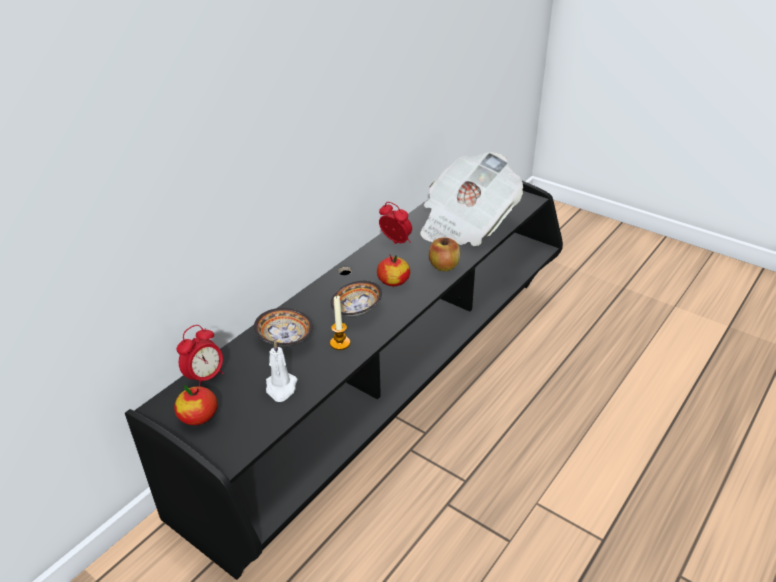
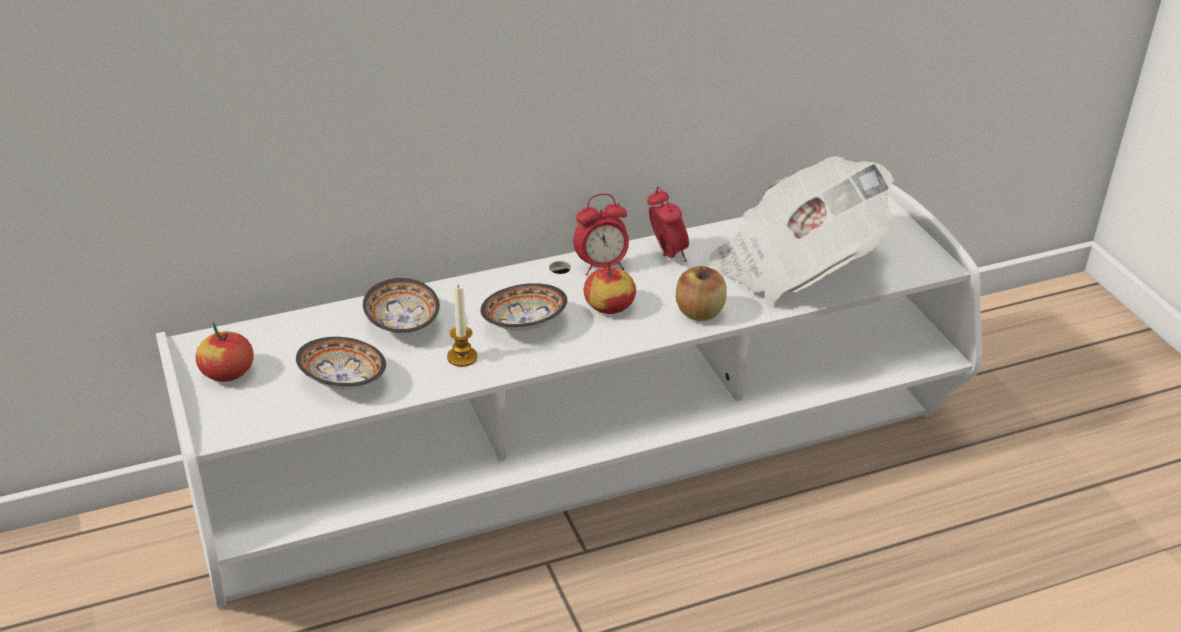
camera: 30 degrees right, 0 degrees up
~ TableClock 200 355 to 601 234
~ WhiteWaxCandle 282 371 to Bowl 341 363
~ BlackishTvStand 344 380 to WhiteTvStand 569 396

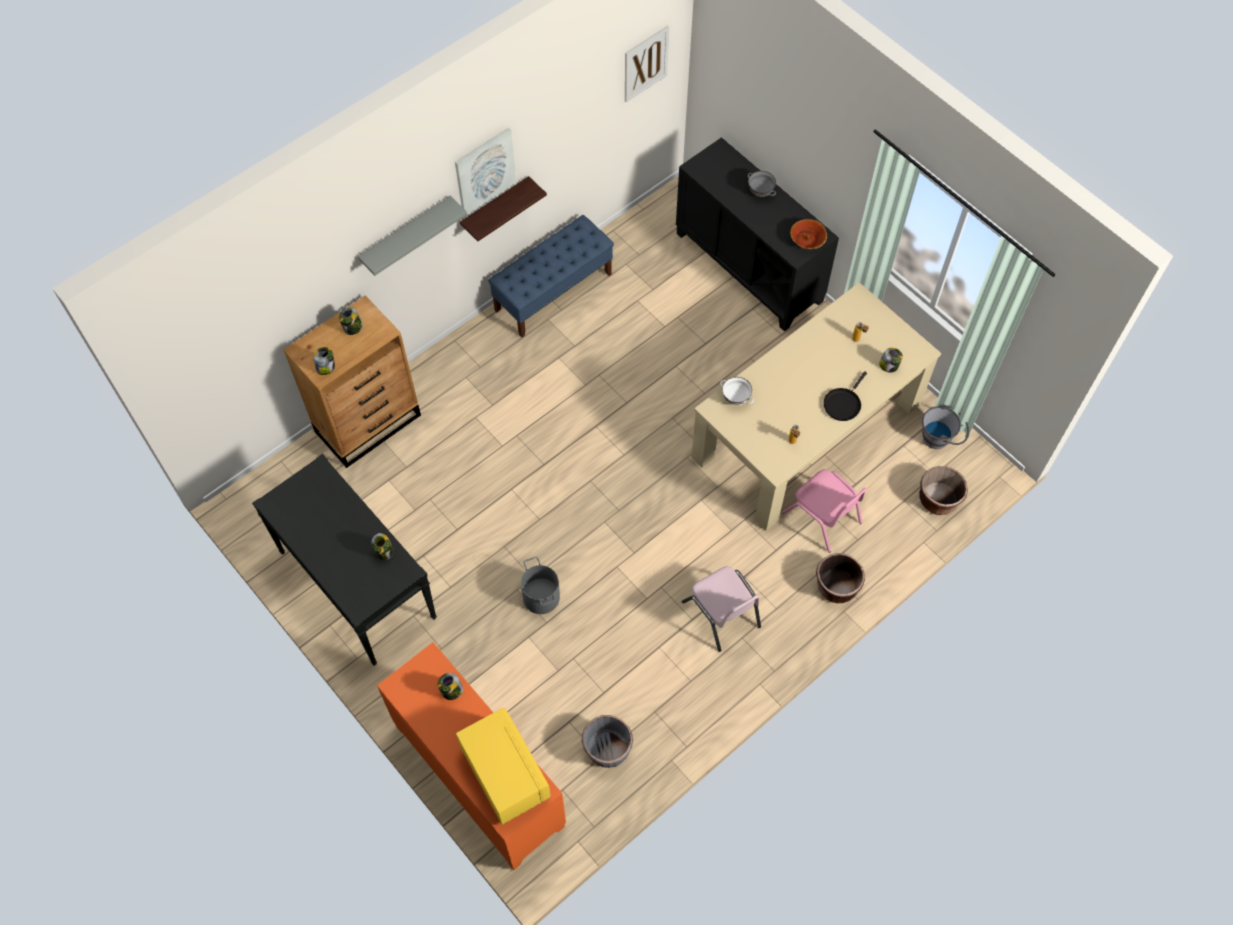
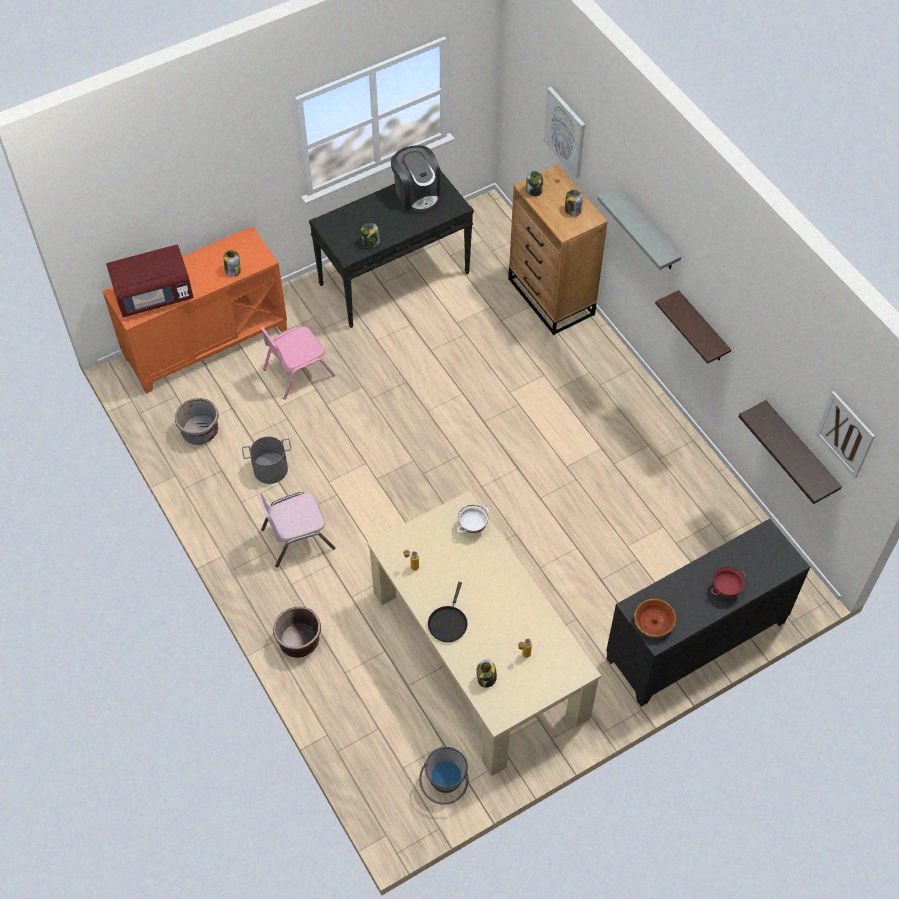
camera: 100 degrees right, 5 degrees down
- BlueColouredBench 551 276
- BrownPlanter 943 490
+ CoffeeMaker 415 178
+ Shelf 790 452
~ WallArt 485 172 to 564 133
~ GreyishPail 540 585 to 266 460
~ PinkChair 824 511 to 298 363
~ YellowColouredKitchenMicrowave 503 766 to ReddishKitchenMicrowave 149 281
~ GreyishBowl 762 184 to ReddishBowl 728 582
~ BlackishSkillet 845 396 = 447 612 120 degrees counterclockwise

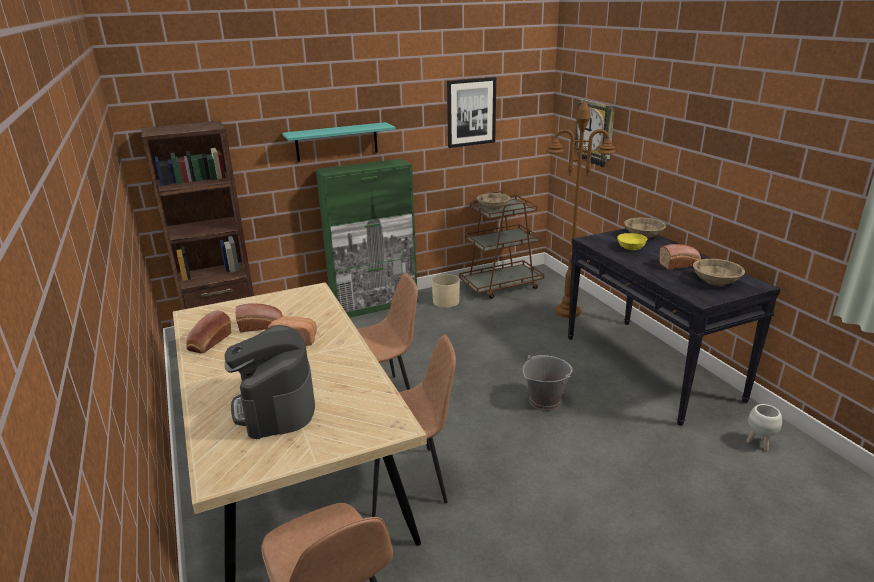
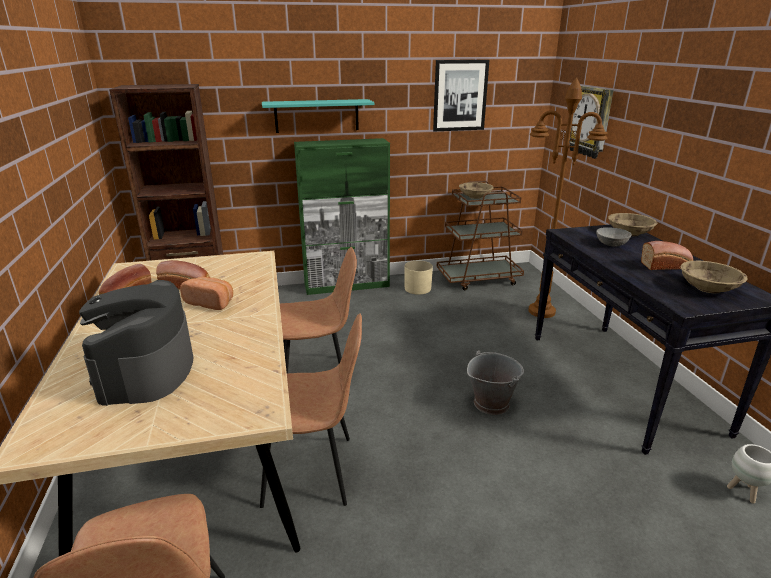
camera: 10 degrees right, 0 degrees up
~ YellowColouredBowl 632 241 to GreyishBowl 614 237

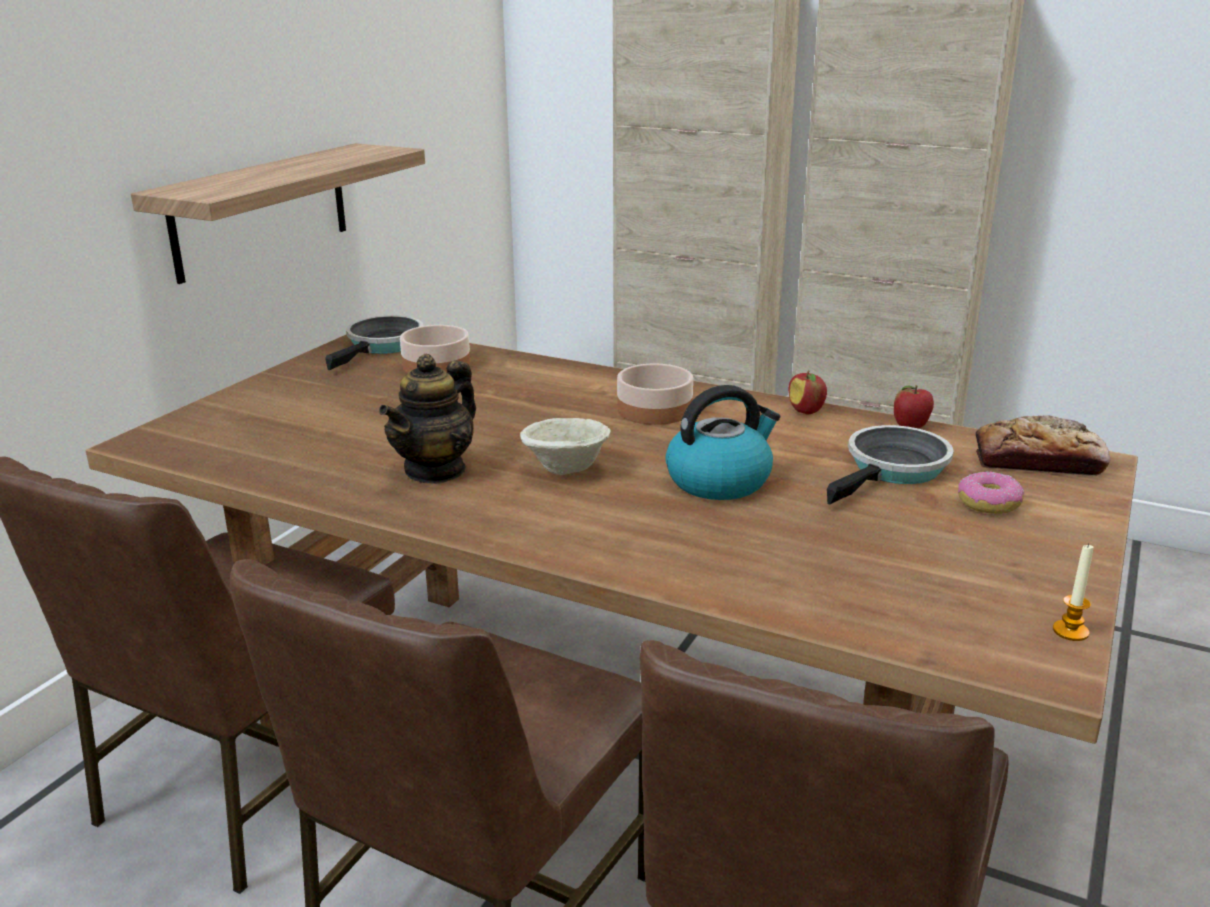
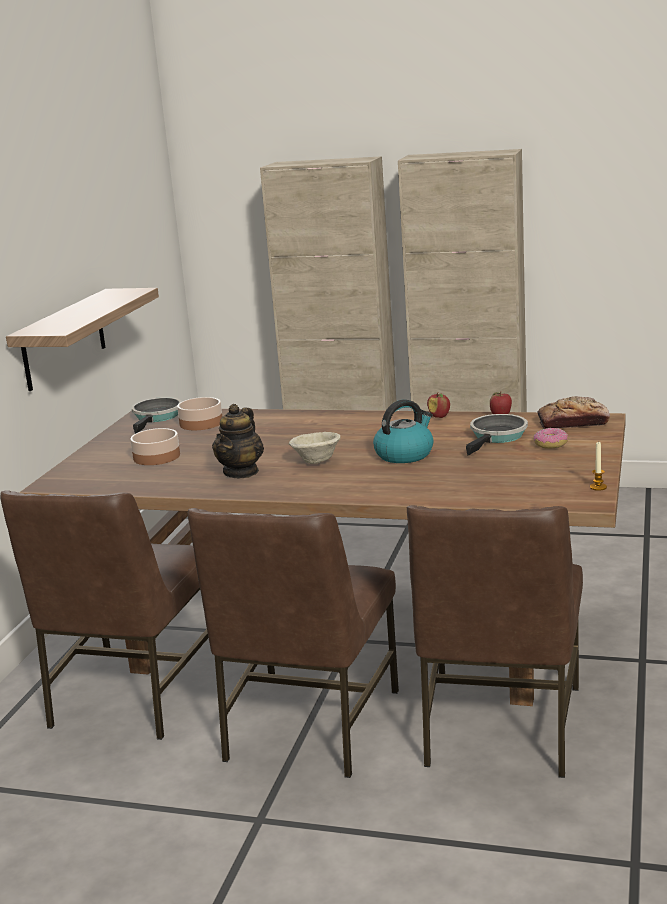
camera: 10 degrees left, 5 degrees down
~ Bowl 655 394 to 155 446

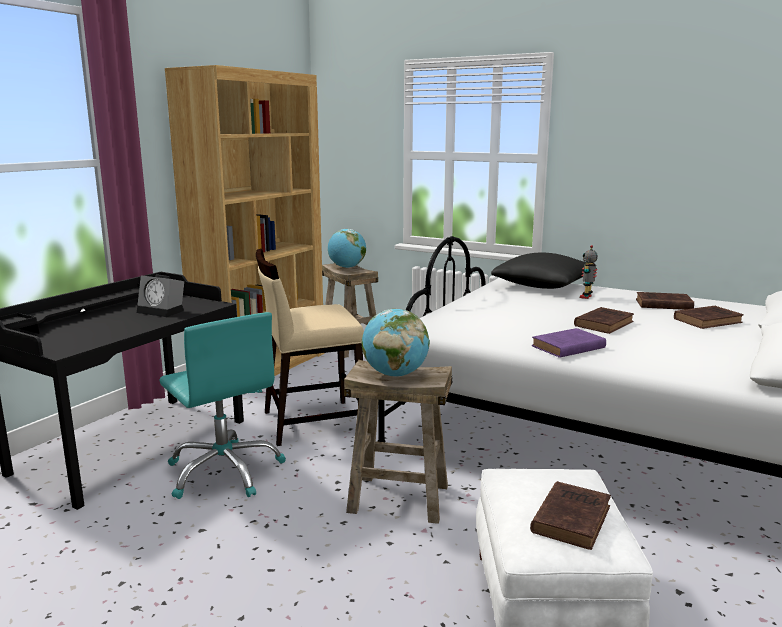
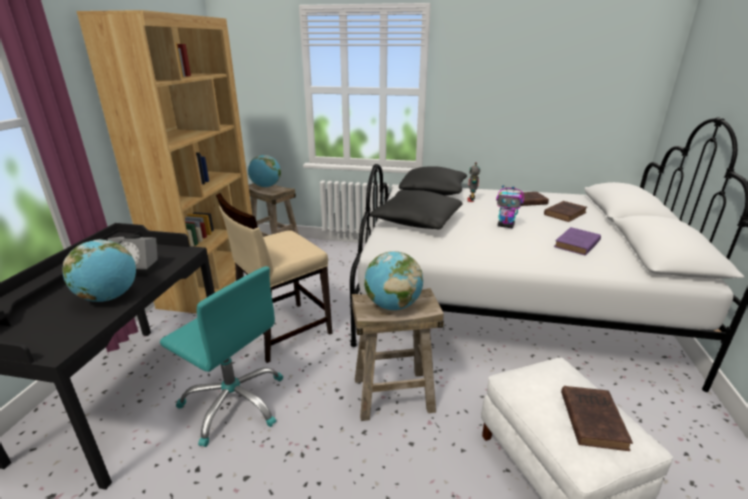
camera: 20 degrees left, 10 degrees up
+ DeskGlobe 99 270
+ BlackishThrowPillow 416 209
~ PurpleColouredVolume 569 343 to 577 241
~ BrownVolume 604 320 to ModelRobot 510 206

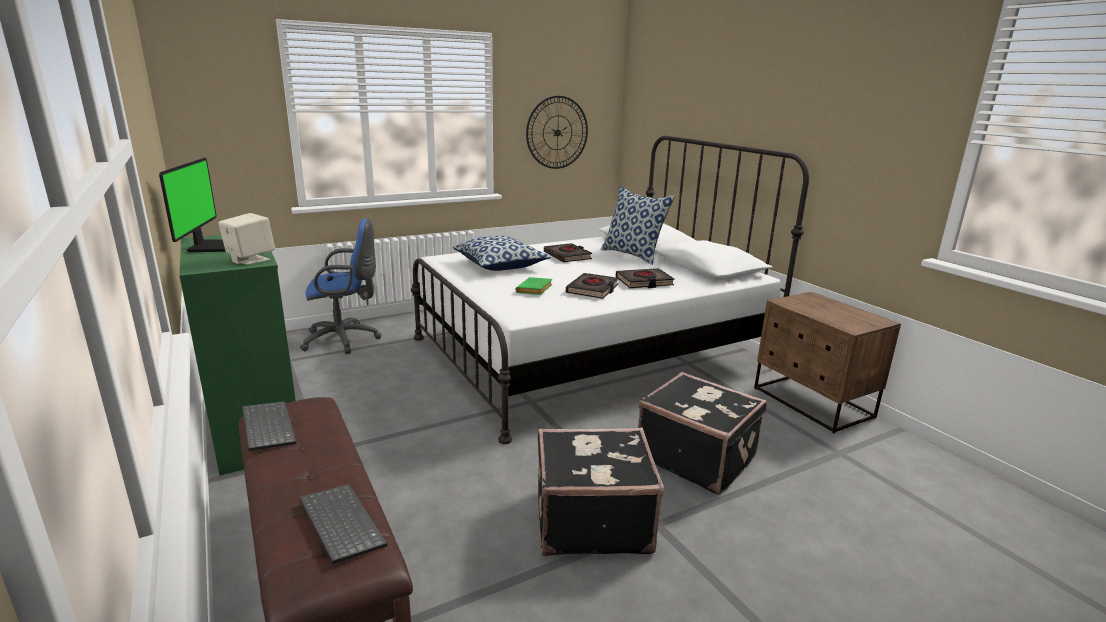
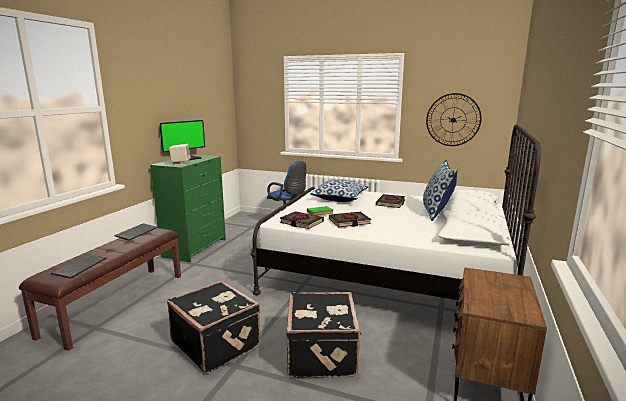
camera: 50 degrees right, 5 degrees down
~ BlackishVolume 645 278 to 302 220

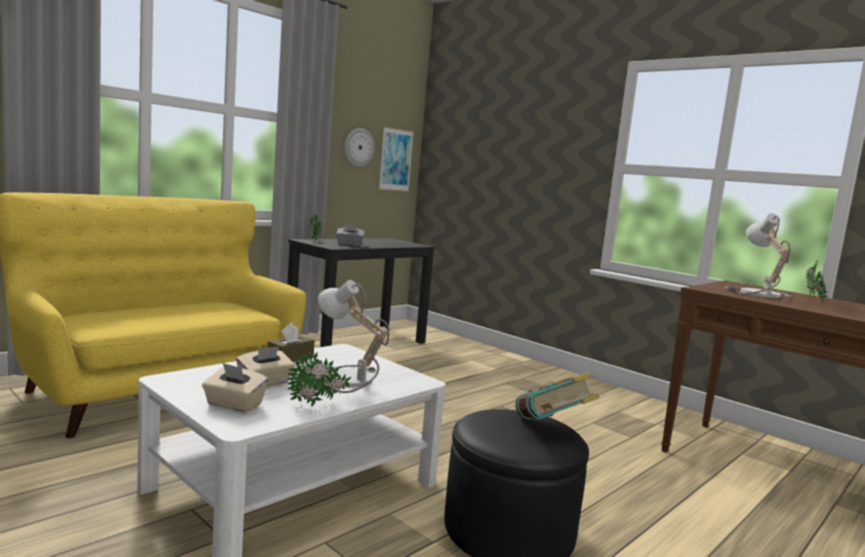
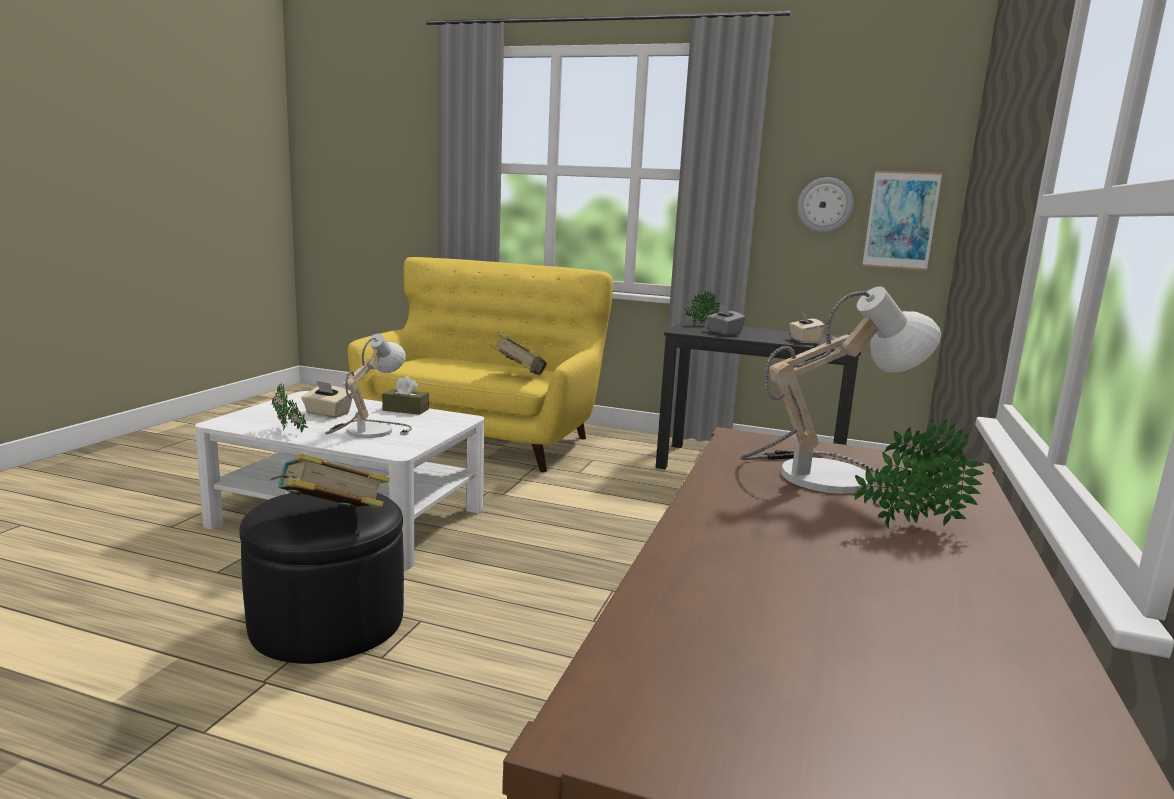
camera: 65 degrees right, 5 degrees up
+ Volume 518 353
~ SandColouredTissueHolder 235 388 to 807 327

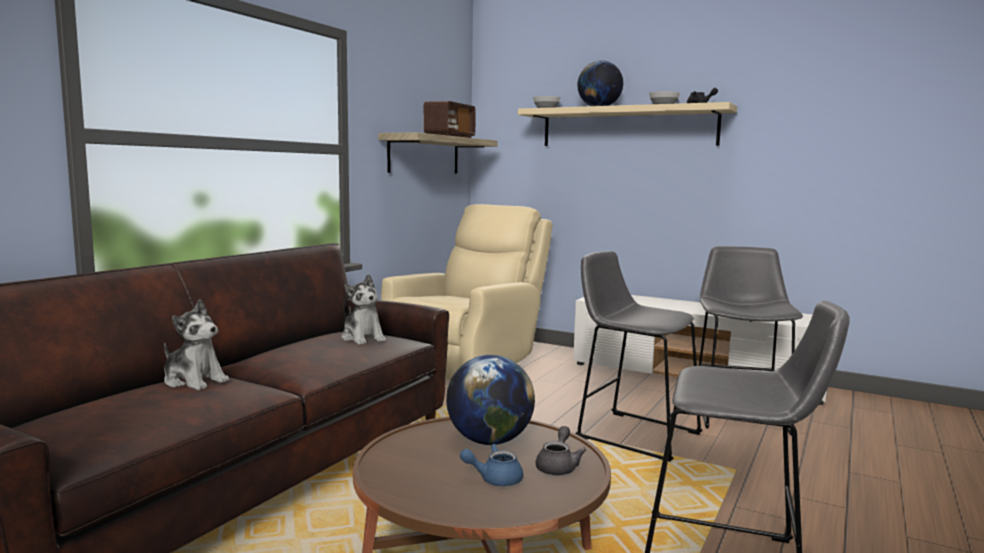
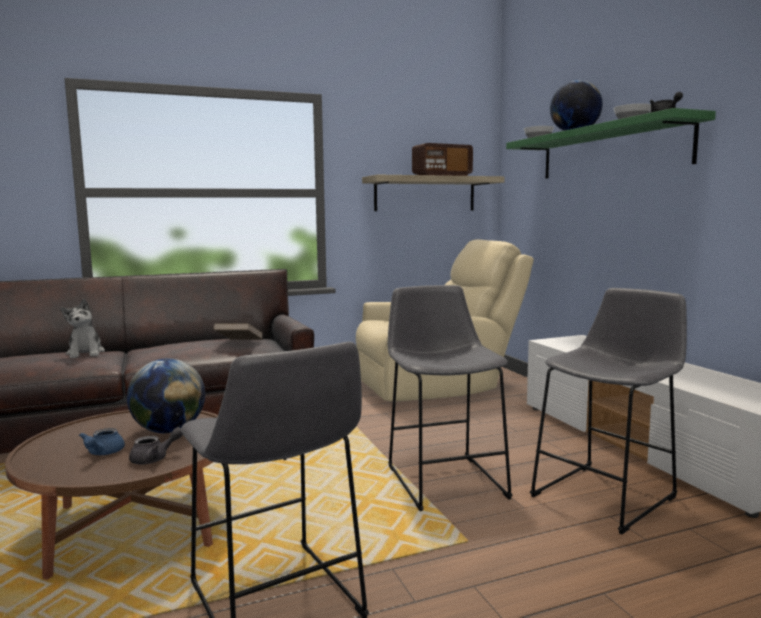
camera: 40 degrees right, 0 degrees up
~ CuddlyToy 364 309 to BrownVolume 238 331
~ SandColouredShelf 627 124 to GreenishShelf 611 143
~ BlueColouredTeaPot 491 465 = 102 441 120 degrees counterclockwise

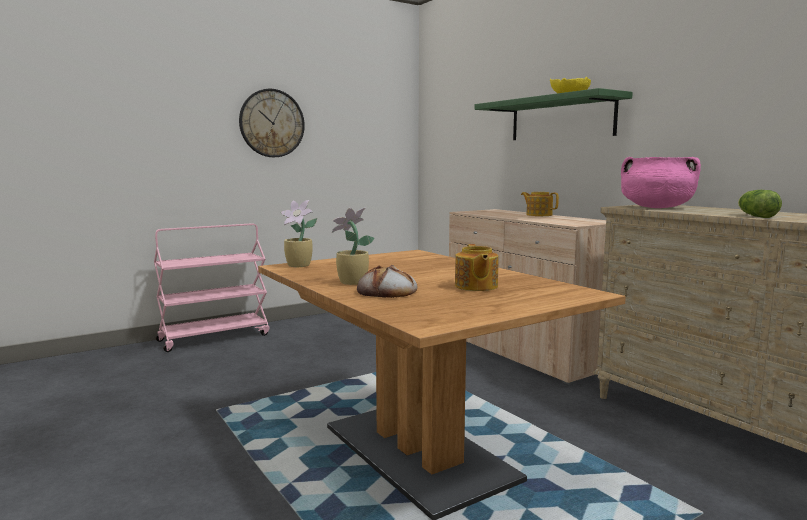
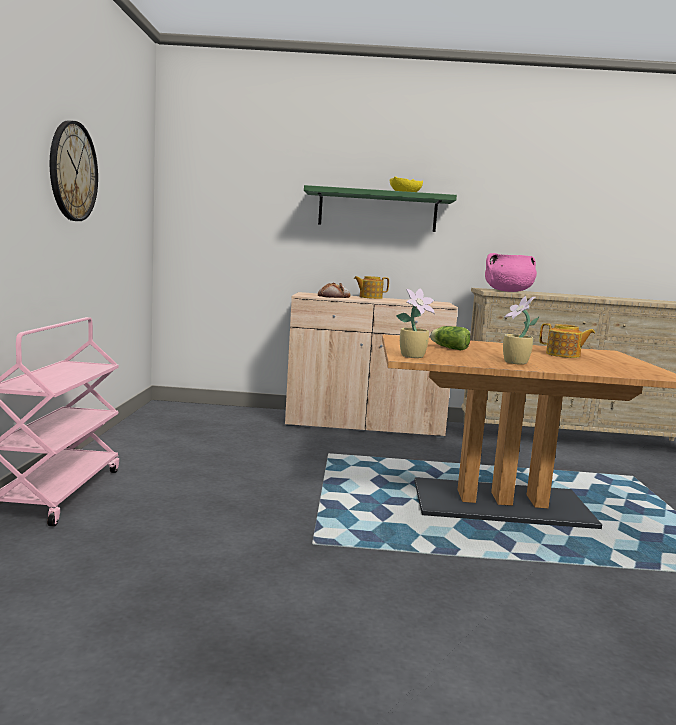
camera: 55 degrees left, 0 degrees up
~ Bread 387 281 to 334 290
~ Lettuce 760 204 to 450 338

